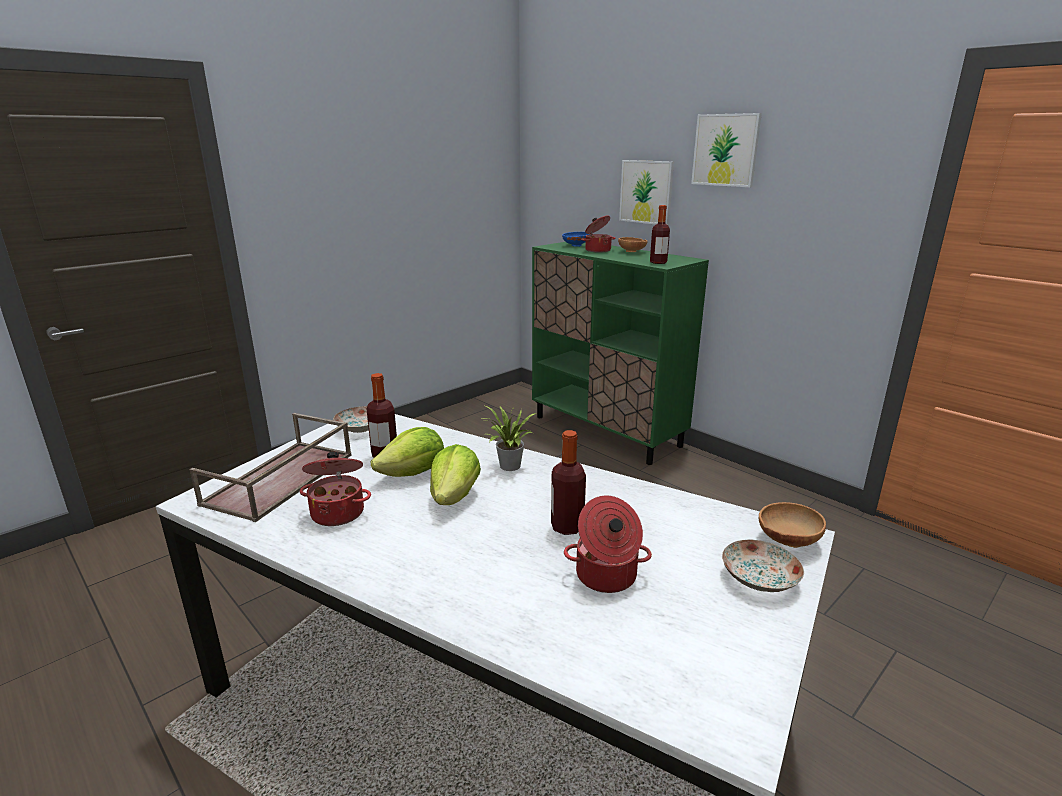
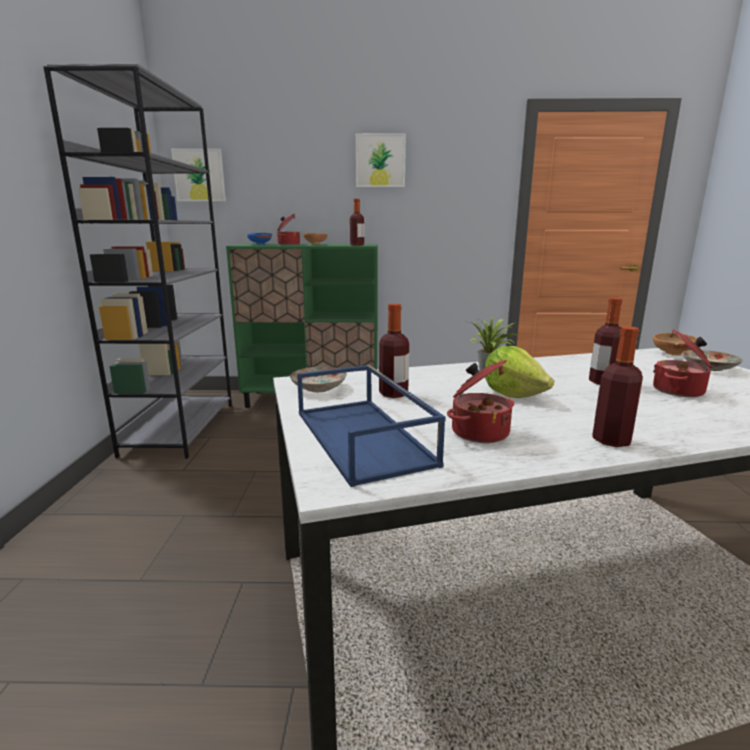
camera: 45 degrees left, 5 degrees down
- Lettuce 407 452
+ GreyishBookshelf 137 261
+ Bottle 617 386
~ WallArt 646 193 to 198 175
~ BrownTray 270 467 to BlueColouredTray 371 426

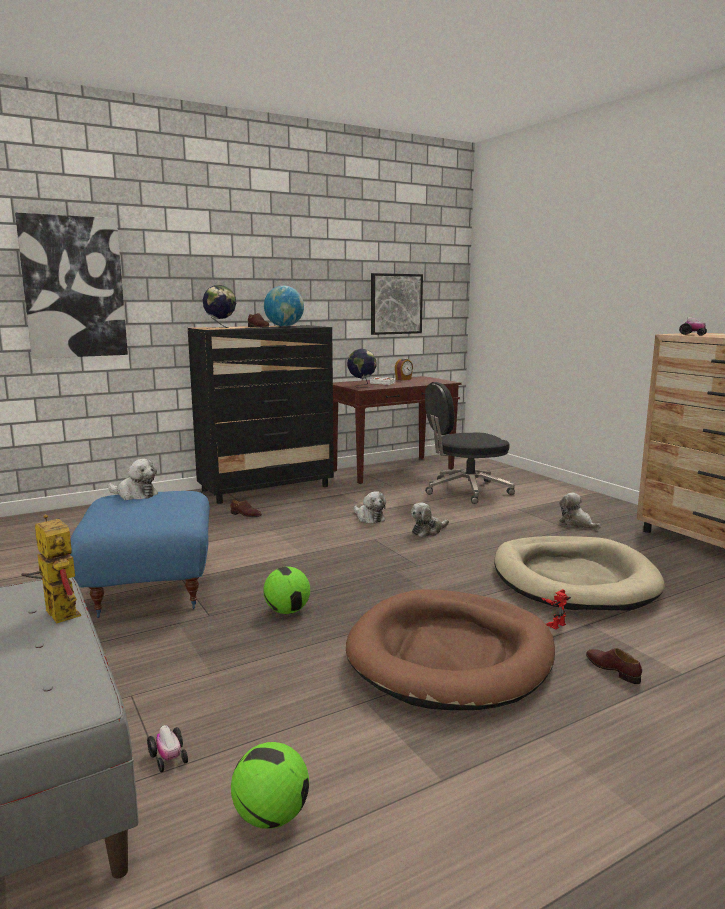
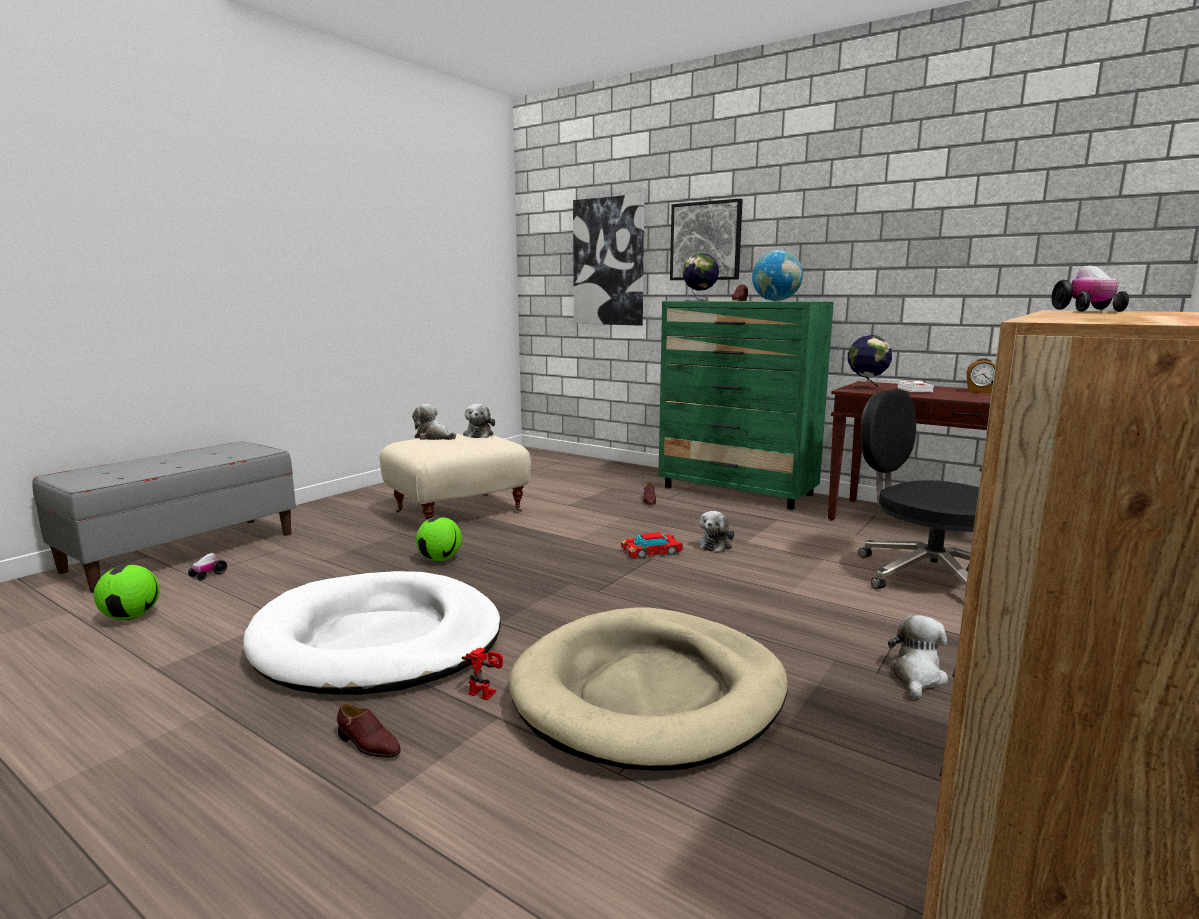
camera: 65 degrees right, 0 degrees up
- ModelRobot 51 568
+ ModelCar 652 545
~ WallArt 397 304 to 706 239
~ CuddlyToy 430 520 to 434 422
~ BlueColouredOttoman 140 554 to SandColouredOttoman 455 477
~ BlackishDresser 261 414 to GreenishDresser 746 405
~ BrownDogBed 450 649 to WhiteDogBed 372 633
~ BrownItemOfFootwear 614 666 = 369 730 90 degrees clockwise

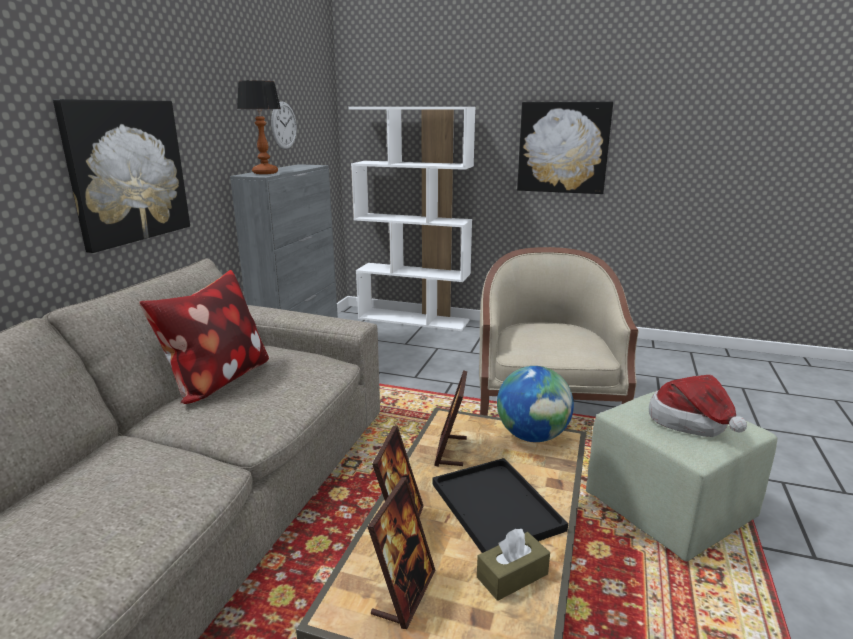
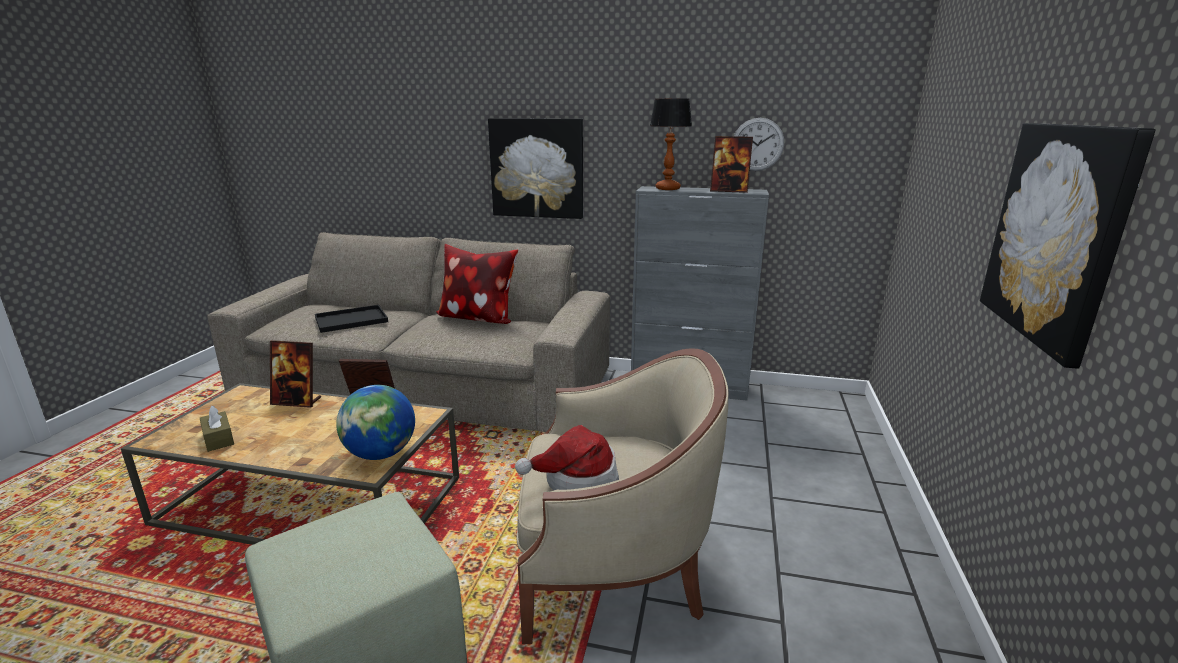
camera: 85 degrees right, 0 degrees up
- WhiteBookshelf 411 219
~ StandingFrame 401 553 to 731 164
~ BlackishTray 500 505 to 351 319
~ ClothingHat 698 406 to 567 457

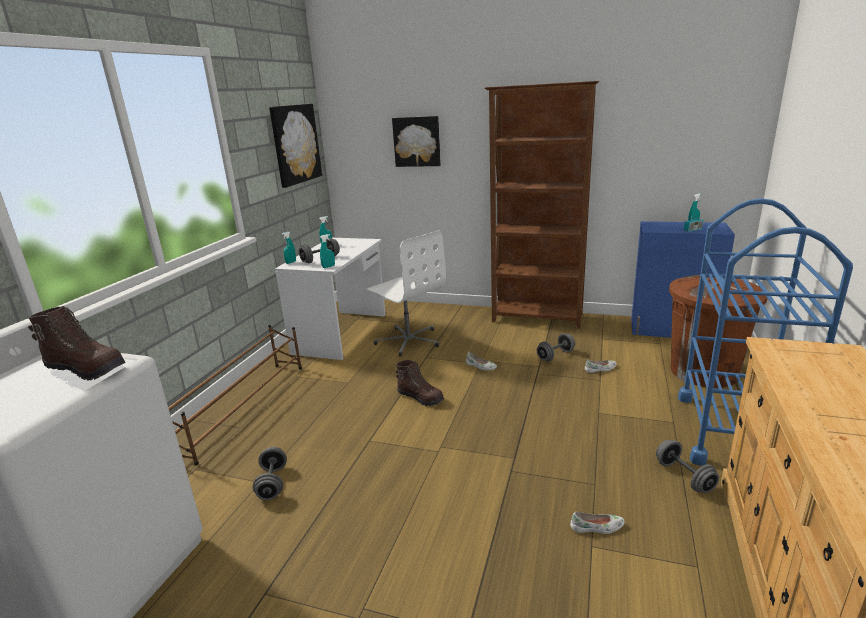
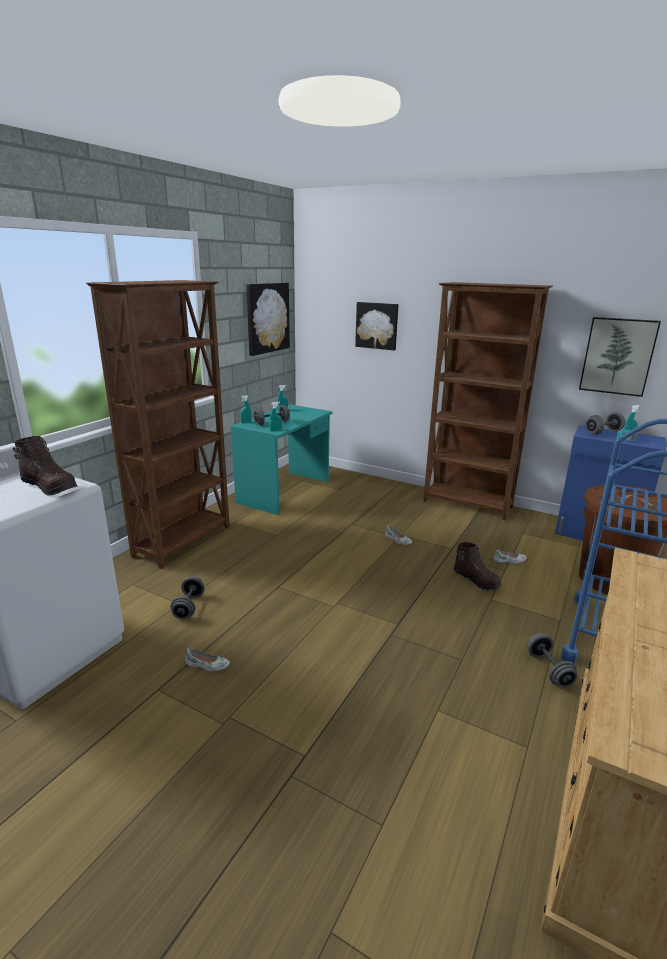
camera: 10 degrees right, 0 degrees up
- WhiteDeskChair 405 293
+ WallArt 620 357
~ BrownBoot 420 383 to 478 566
~ GreyishFreeWeight 556 347 to 605 424
~ WhiteItemOfFootwear 597 523 to 207 659
~ BrownShoeShelf 235 395 to BrownBookshelf 158 424
~ WhiteDeskUnit 330 299 to TurquoiseDeskUnit 282 459

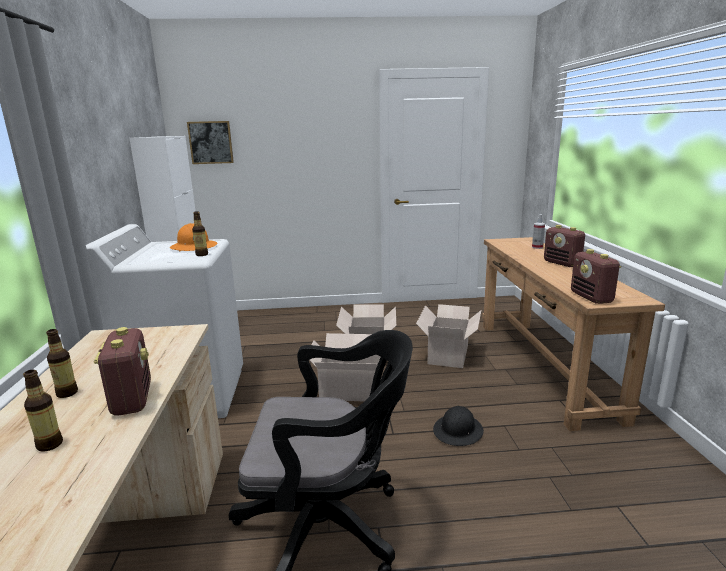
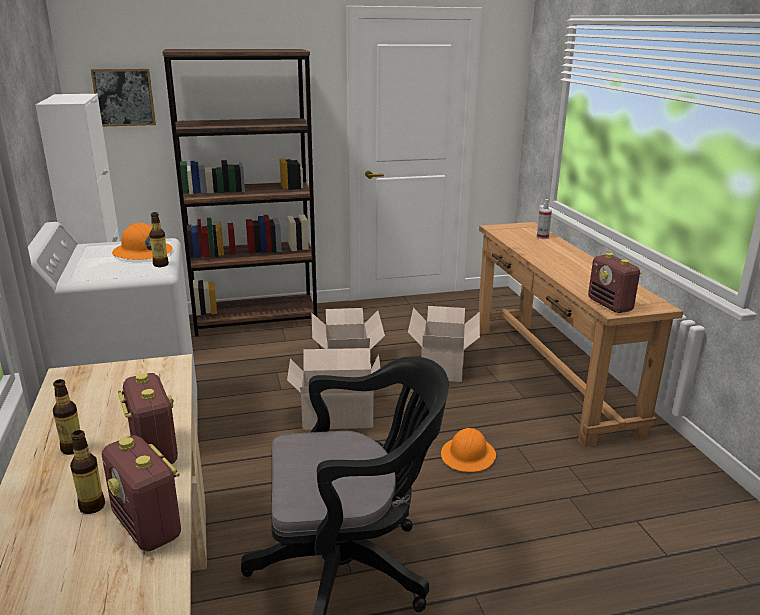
camera: 10 degrees left, 5 degrees up
+ BrownBookshelf 239 192
~ RadioReceiver 564 246 to 141 493
~ BlackishHardHat 458 426 to OrangeColouredHardHat 468 450

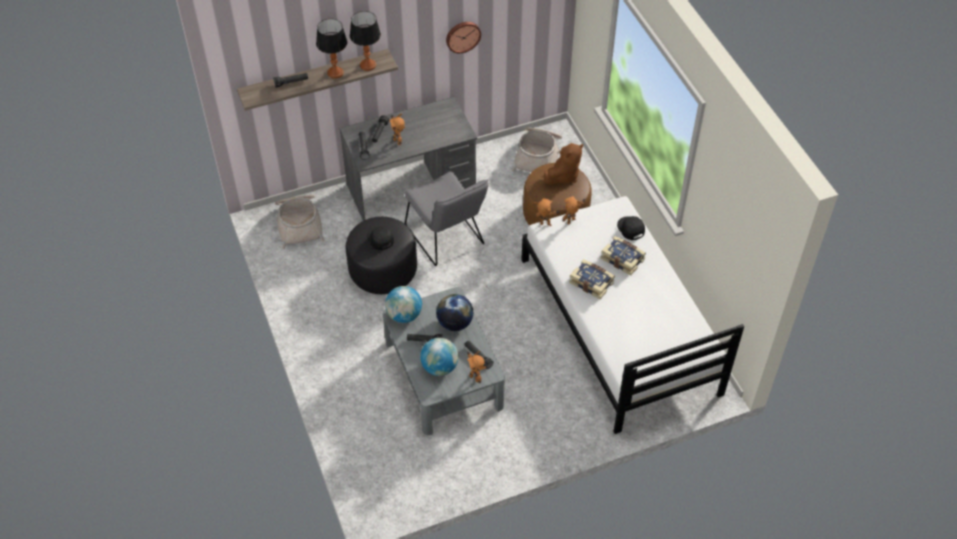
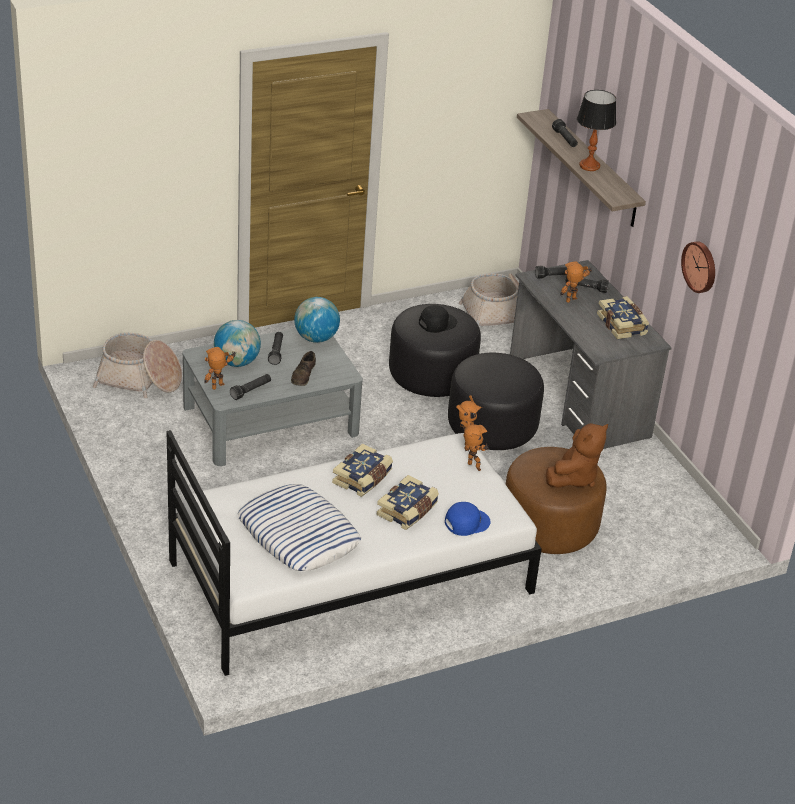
camera: 85 degrees right, 15 degrees down
- TabletopLamp 365 41
+ ThrowPillow 299 527
+ Volume 623 317
~ HouseholdBasket 537 149 to 137 365
~ GreyishChair 446 218 to BlackishOttoman 496 401
~ DeskGlobe 454 312 to BrownItemOfFootwear 303 368
~ BlackishPeakedCap 631 228 to BlueColouredPeakedCap 468 519
~ BrownCuddlyToy 563 164 = 577 455 90 degrees counterclockwise

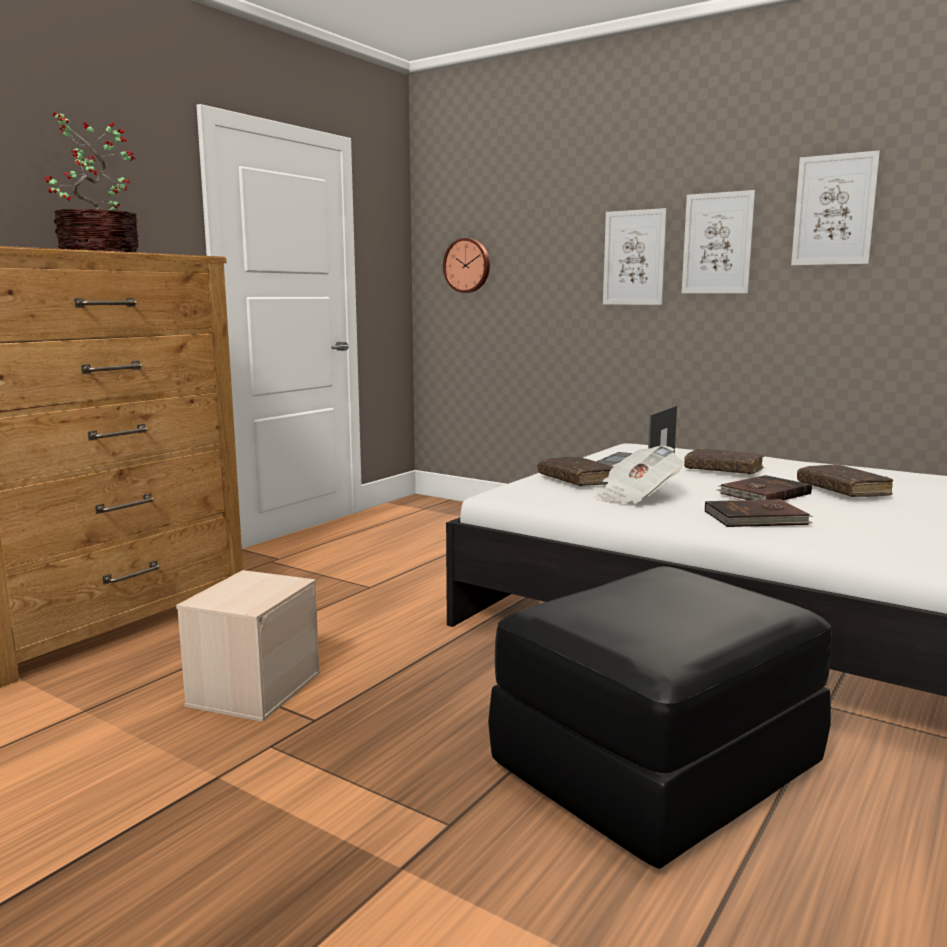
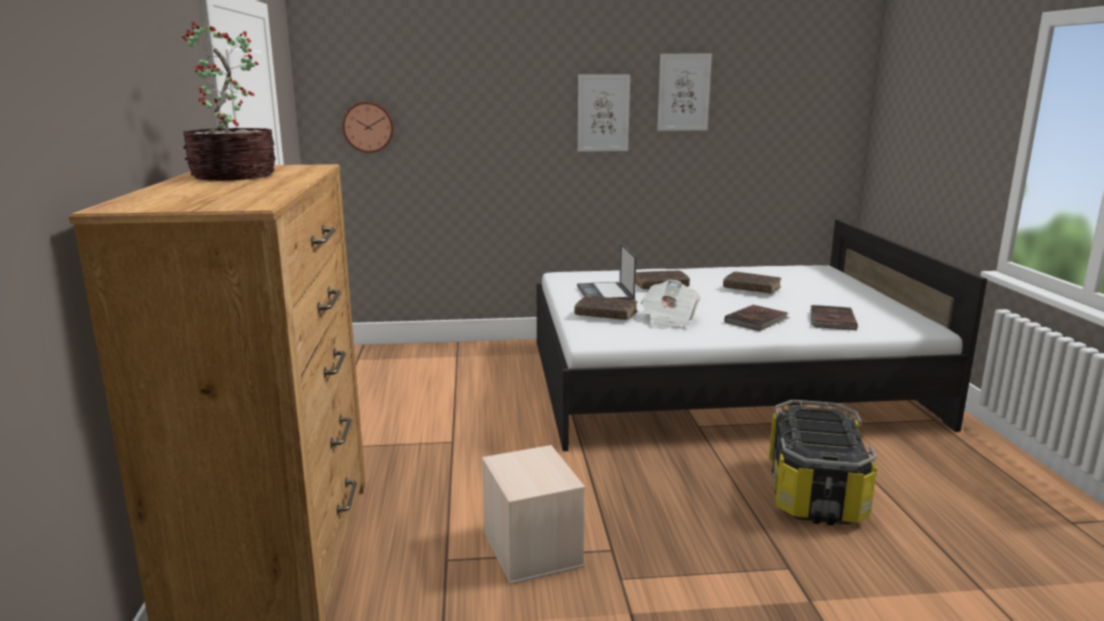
camera: 40 degrees left, 5 degrees up
- WallArt 635 256
~ BrownVolume 764 487 to 834 317
~ BlackishOttoman 660 717 to StorageContainer 823 463

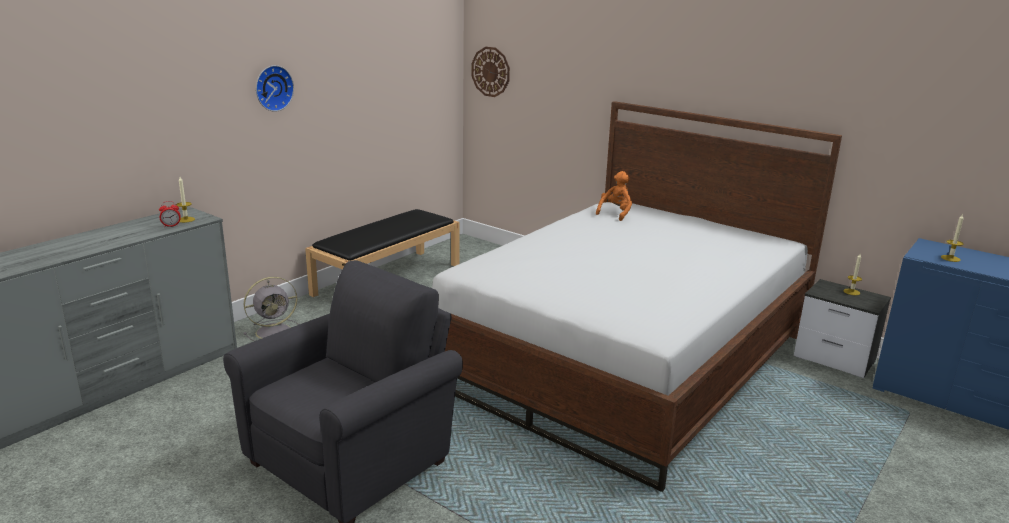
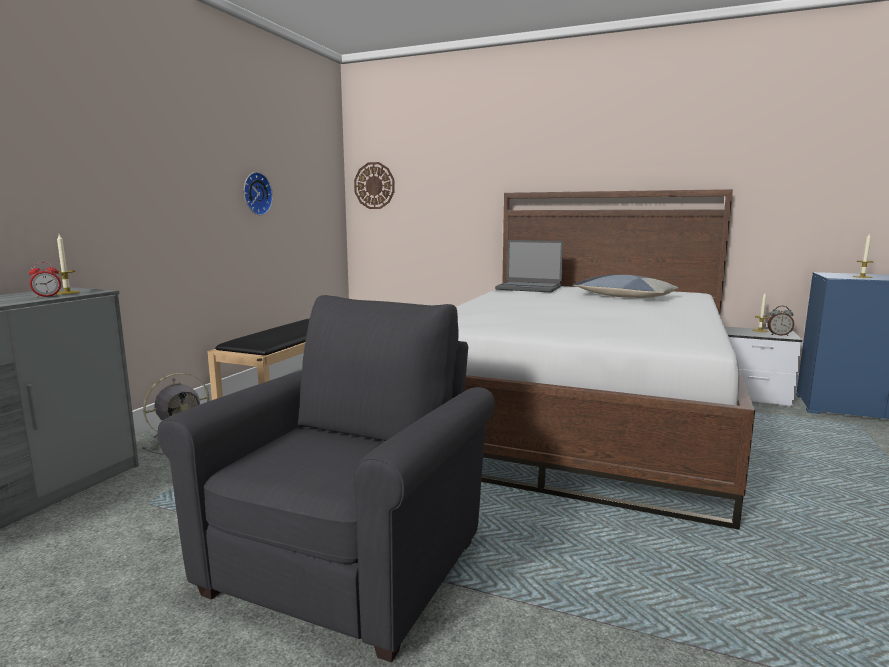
camera: 15 degrees left, 10 degrees down
+ ThrowPillow 626 286
+ TableClock 780 321
~ HangingClock 275 88 to 258 193
~ OrangeColouredCuddlyToy 614 196 to Laptop 529 266

